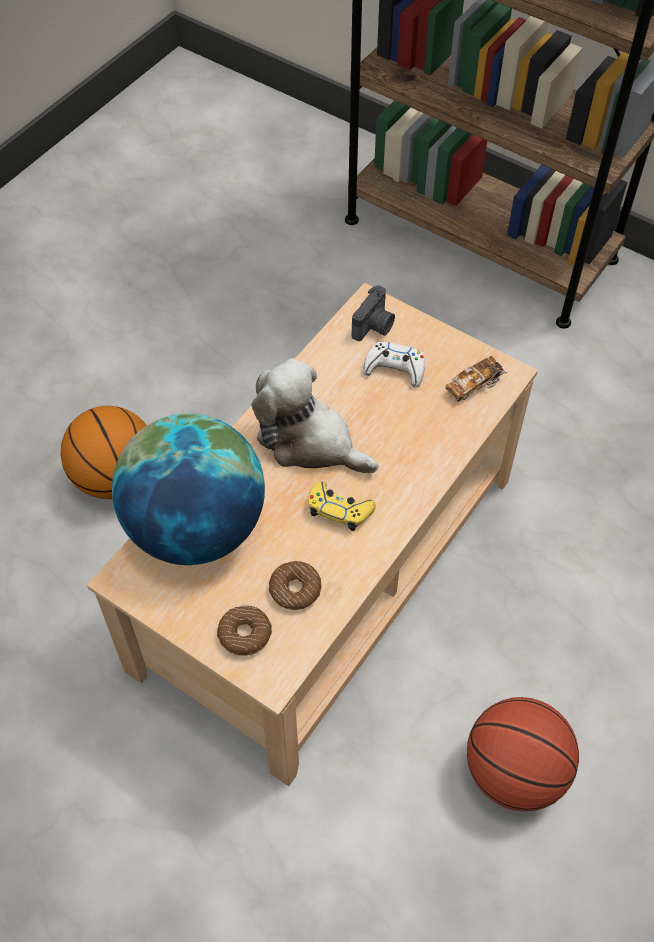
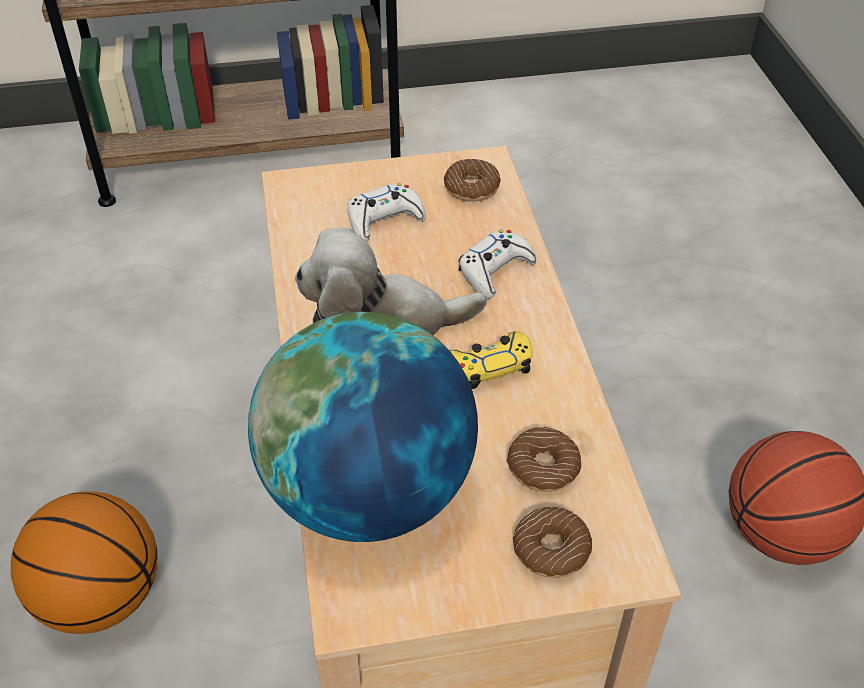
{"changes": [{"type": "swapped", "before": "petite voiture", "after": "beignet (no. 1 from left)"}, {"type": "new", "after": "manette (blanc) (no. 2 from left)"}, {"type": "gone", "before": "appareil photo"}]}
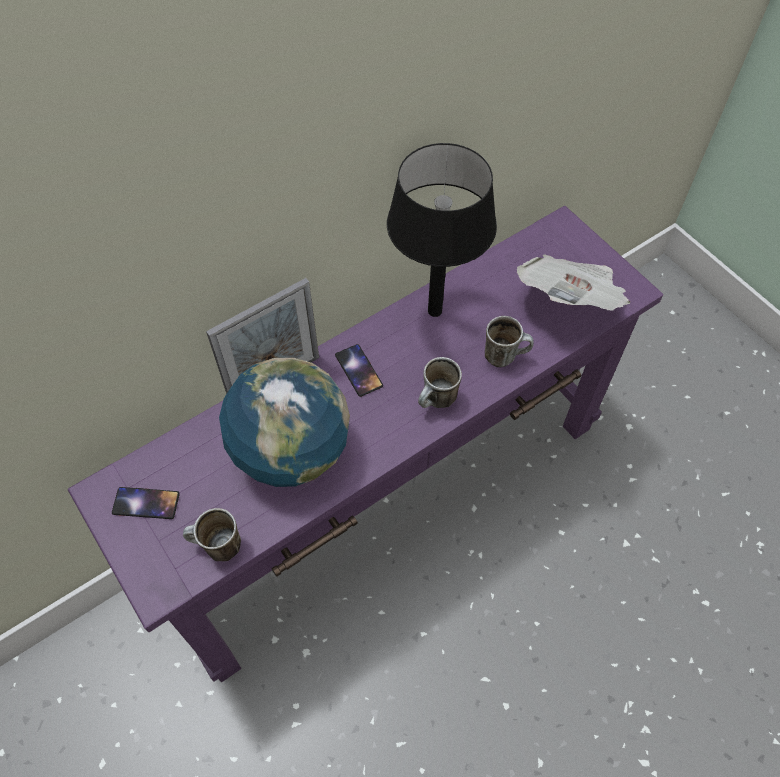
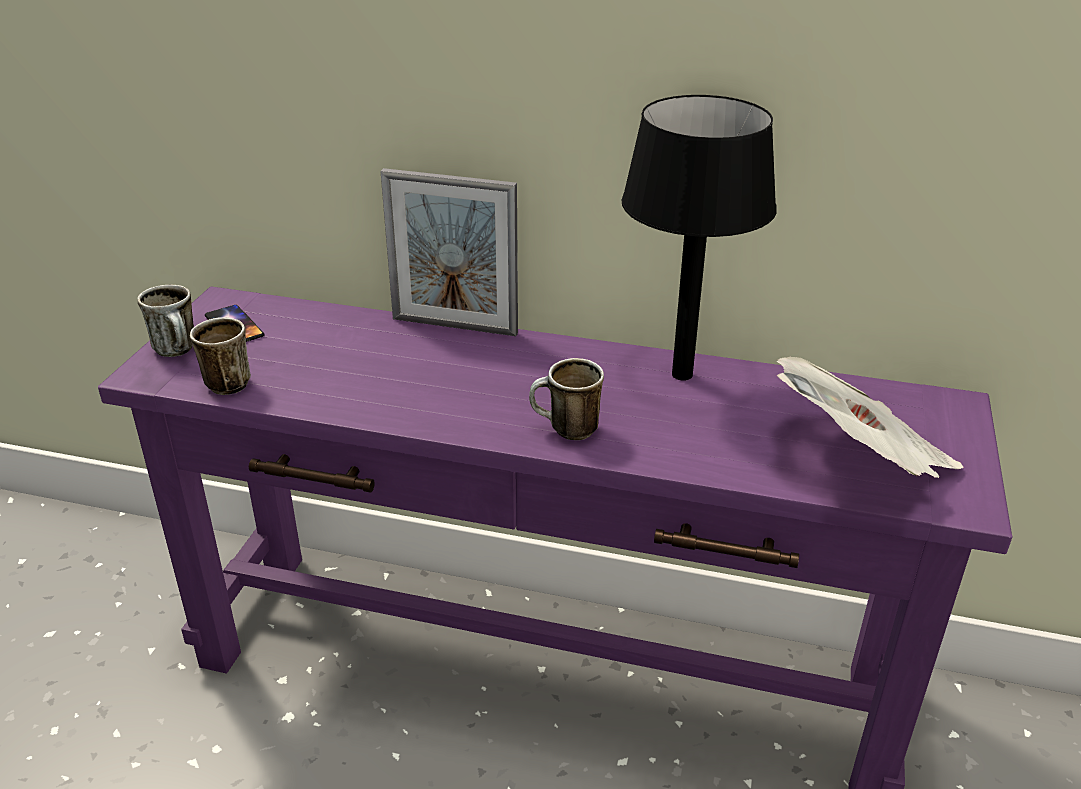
{"changes": [{"type": "shifted", "before": "mug (no. 3 from left in the first image)", "after": "mug (no. 1 from left)"}, {"type": "gone", "before": "globe"}, {"type": "gone", "before": "téléphone (no. 2 from left)"}]}
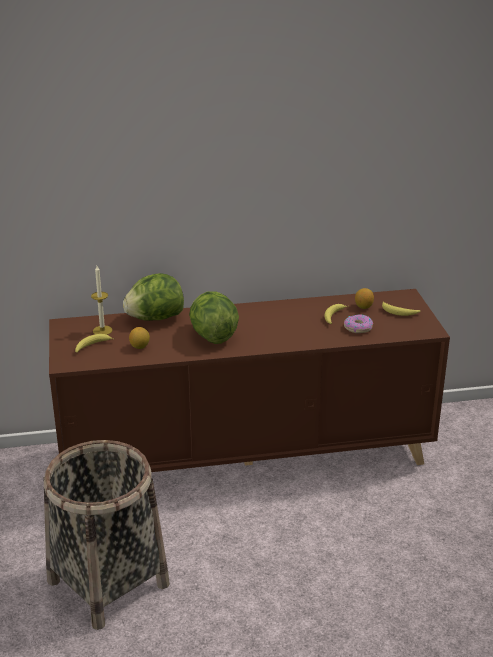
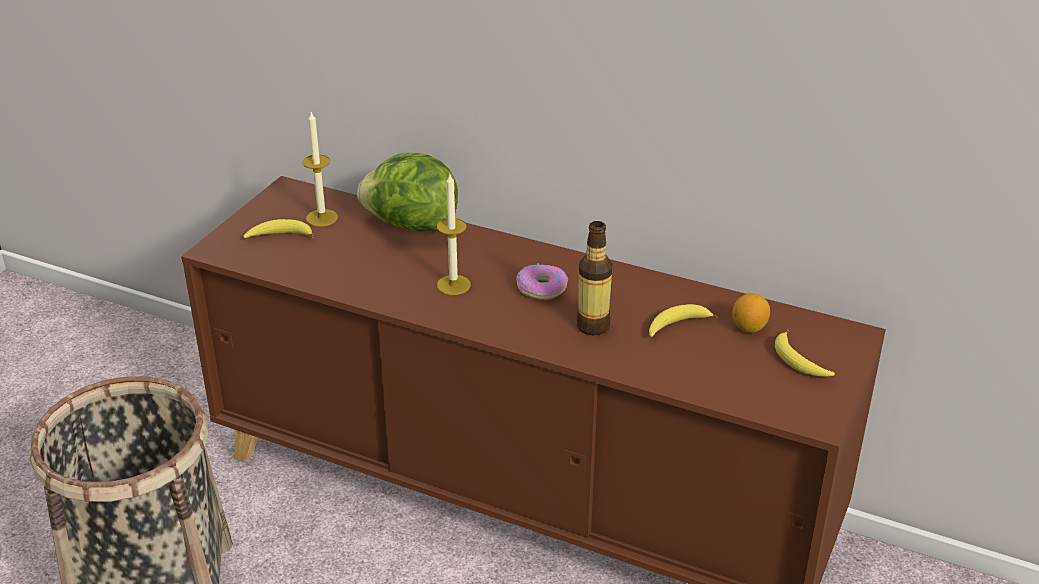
{"changes": [{"type": "swapped", "before": "laitue (no. 2 from left)", "after": "bougie (no. 2 from left)"}, {"type": "shifted", "before": "beignet"}, {"type": "new", "after": "bouteille"}, {"type": "gone", "before": "citron (no. 1 from left)"}]}
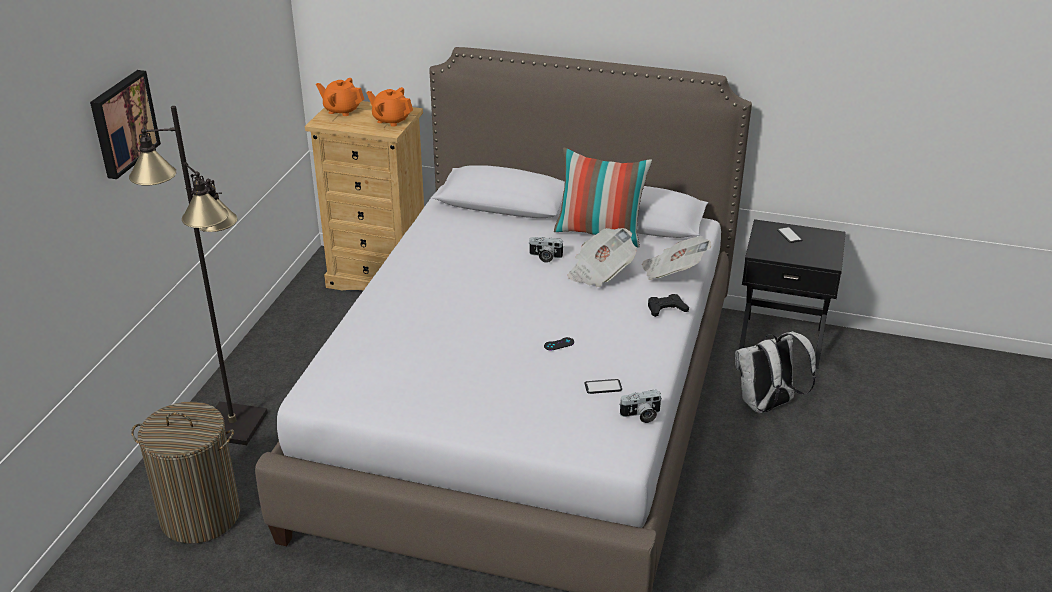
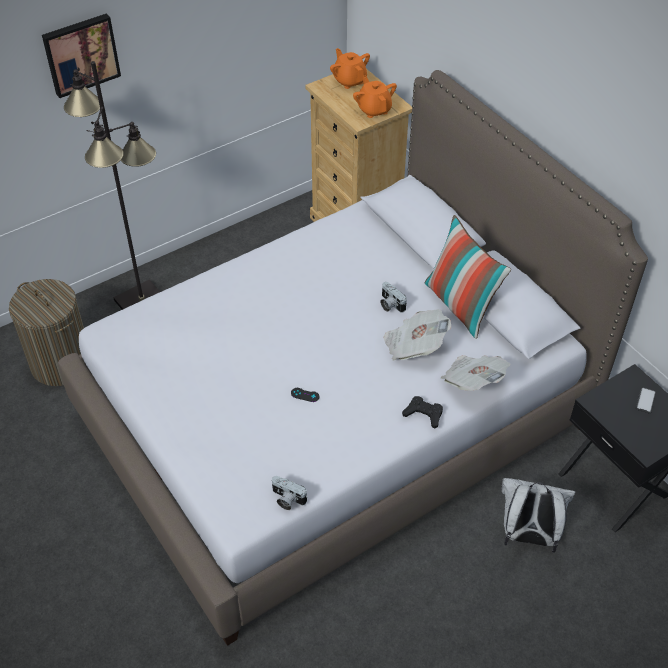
{"changes": [{"type": "gone", "before": "téléphone (no. 1 from left)"}]}
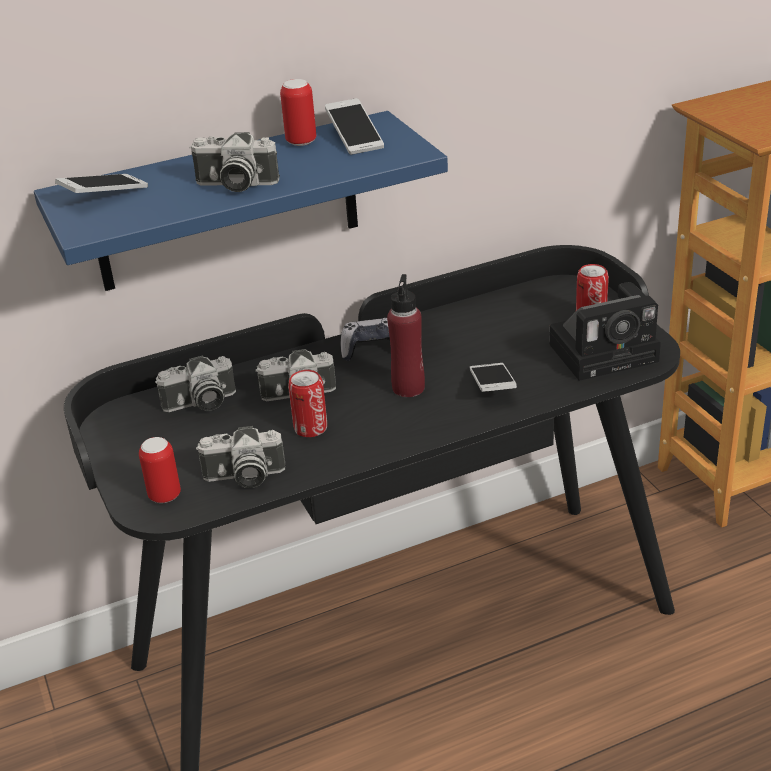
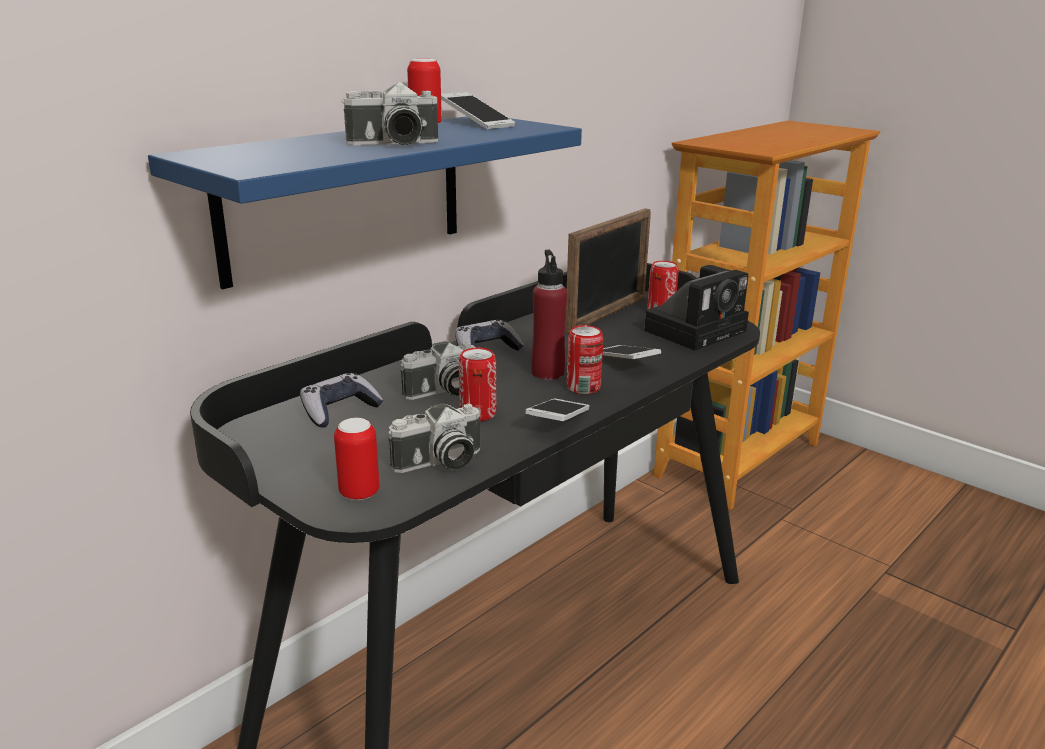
{"changes": [{"type": "swapped", "before": "appareil photo (no. 1 from left)", "after": "manette (no. 1 from left)"}, {"type": "shifted", "before": "téléphone (no. 1 from left in the first image)", "after": "téléphone (no. 2 from left)"}, {"type": "new", "after": "cadre photo"}, {"type": "new", "after": "boîte métallique (no. 4 from left)"}]}
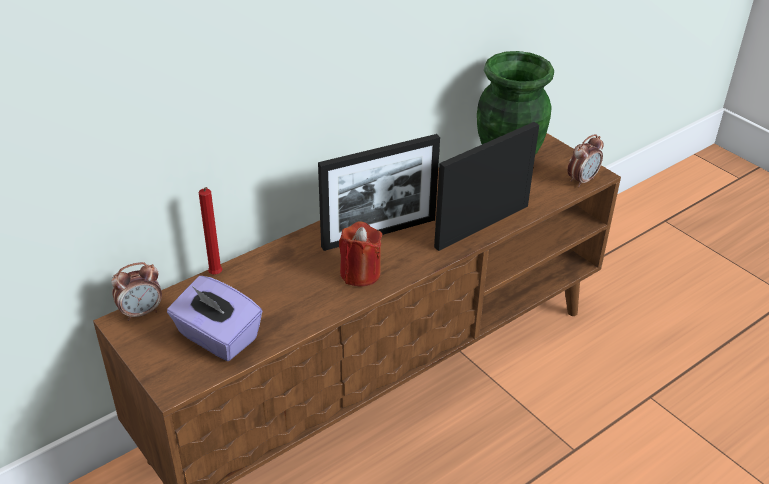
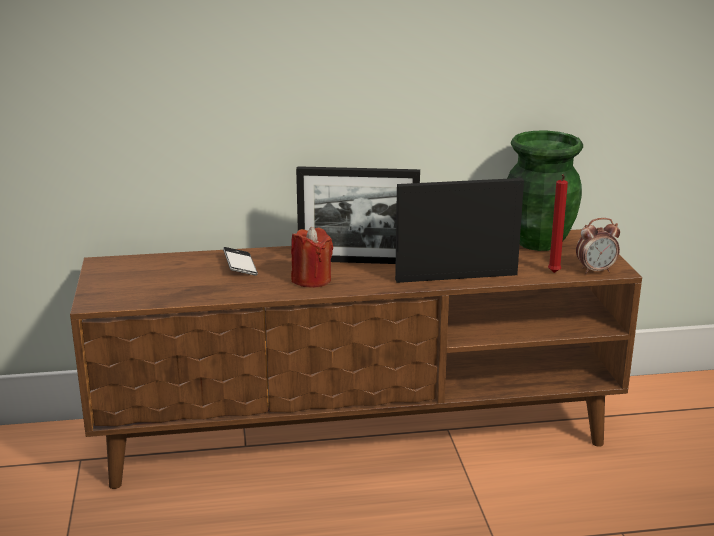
{"changes": [{"type": "new", "after": "téléphone"}, {"type": "shifted", "before": "bougie (rouge) (no. 1 from left in the first image)", "after": "bougie (rouge) (no. 2 from left)"}, {"type": "gone", "before": "réveil (no. 1 from left)"}, {"type": "gone", "before": "boîte à mouchoirs (violet)"}]}
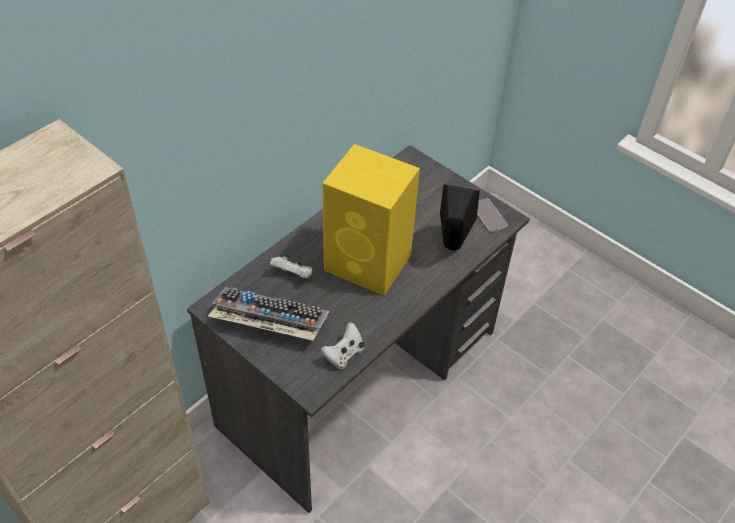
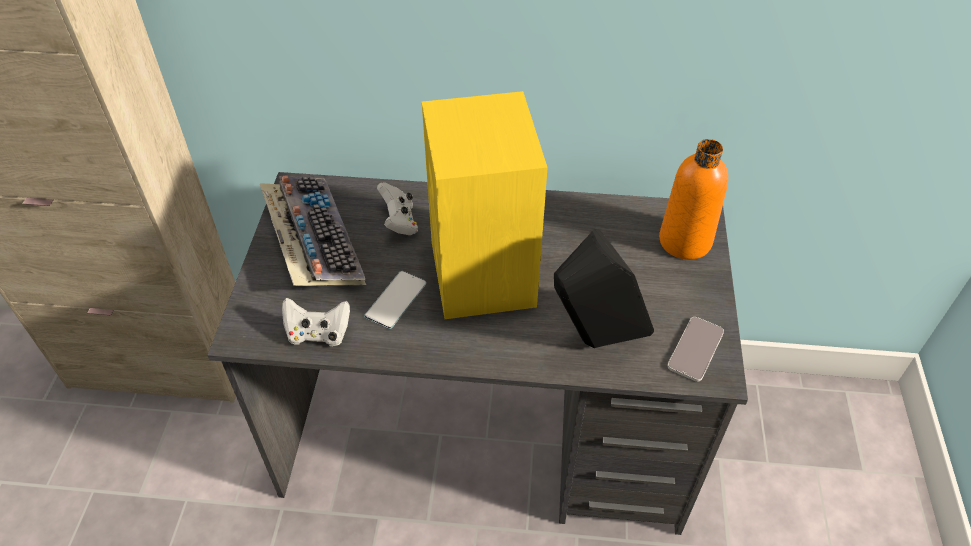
{"changes": [{"type": "new", "after": "téléphone (no. 1 from left)"}, {"type": "new", "after": "bouteille (orange)"}]}
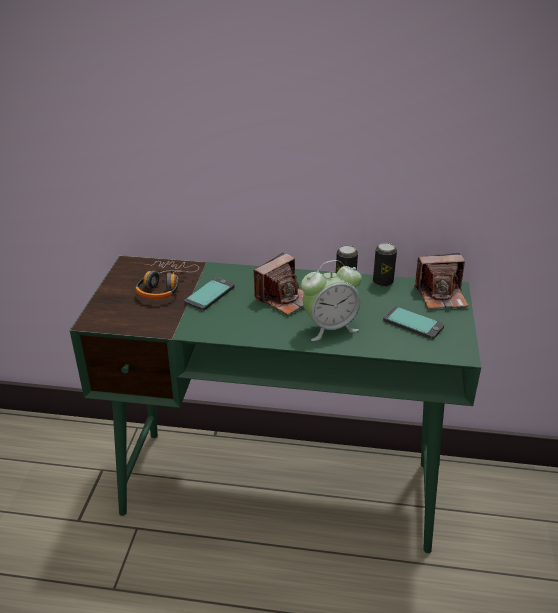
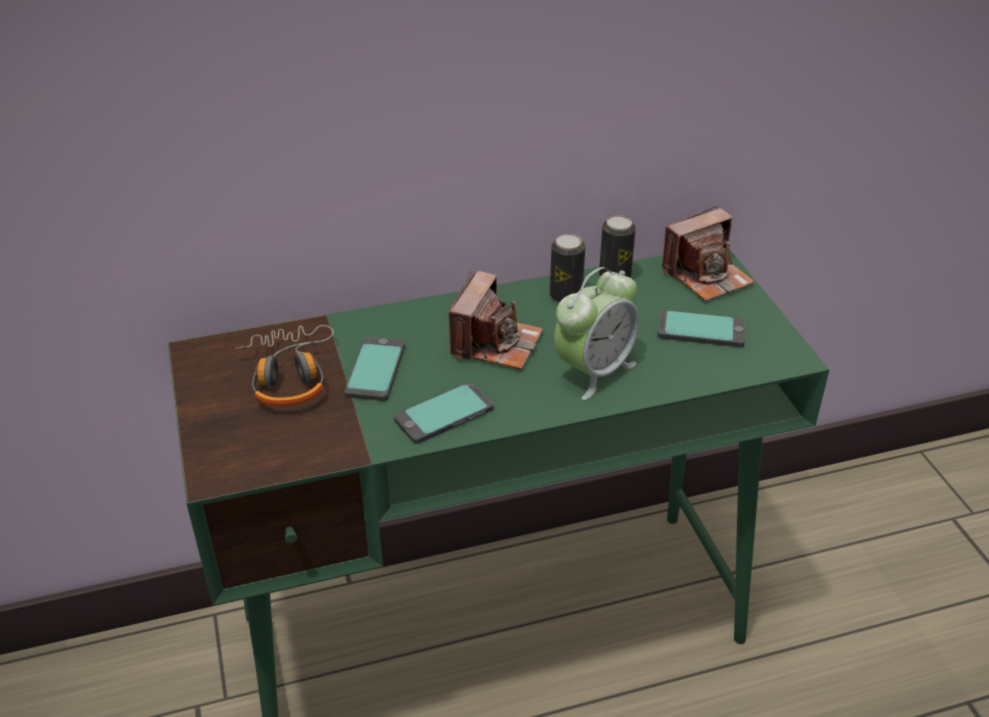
{"changes": [{"type": "new", "after": "téléphone (no. 2 from left)"}]}
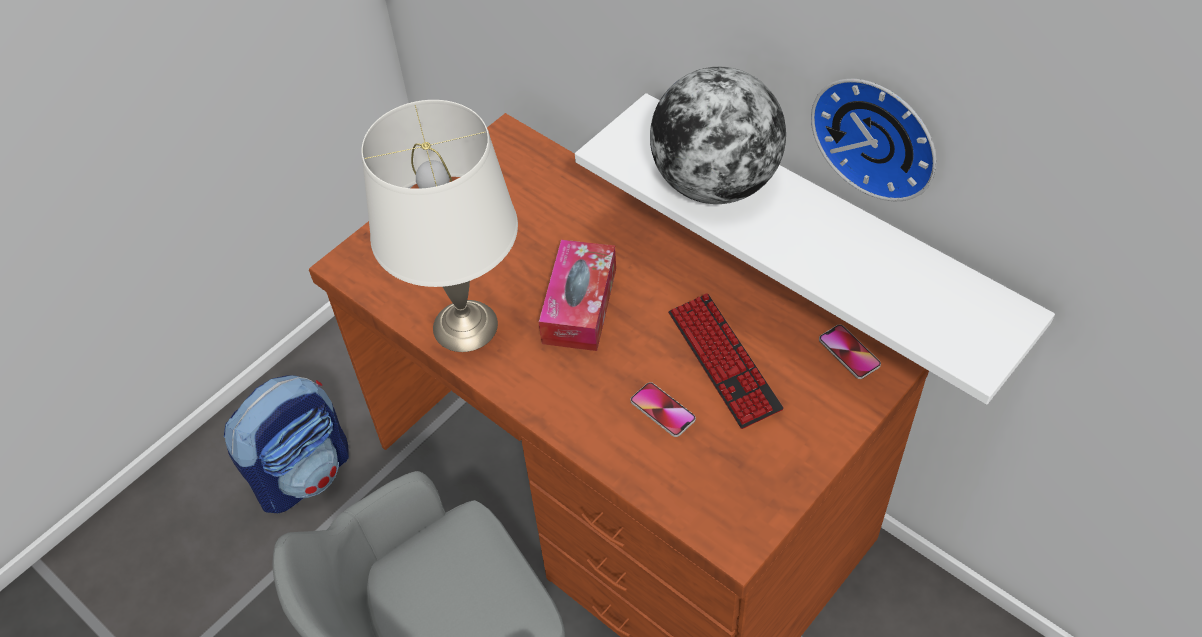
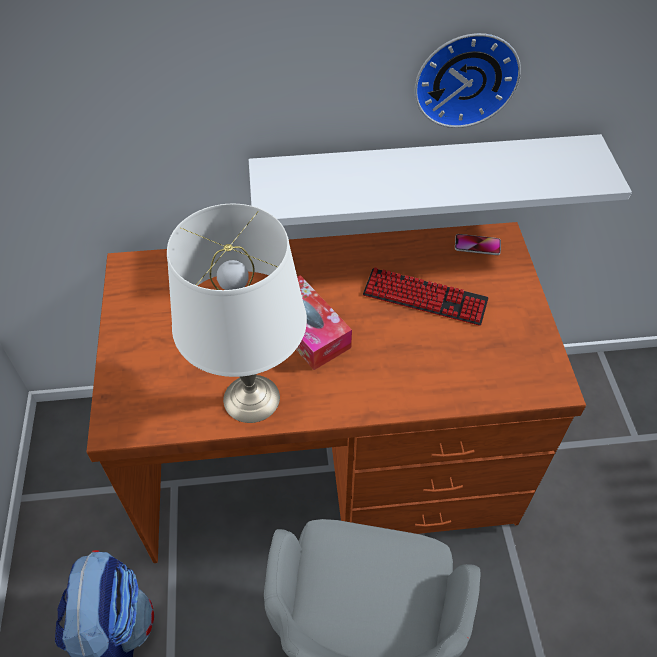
{"changes": [{"type": "gone", "before": "téléphone (no. 1 from left)"}, {"type": "gone", "before": "globe"}]}
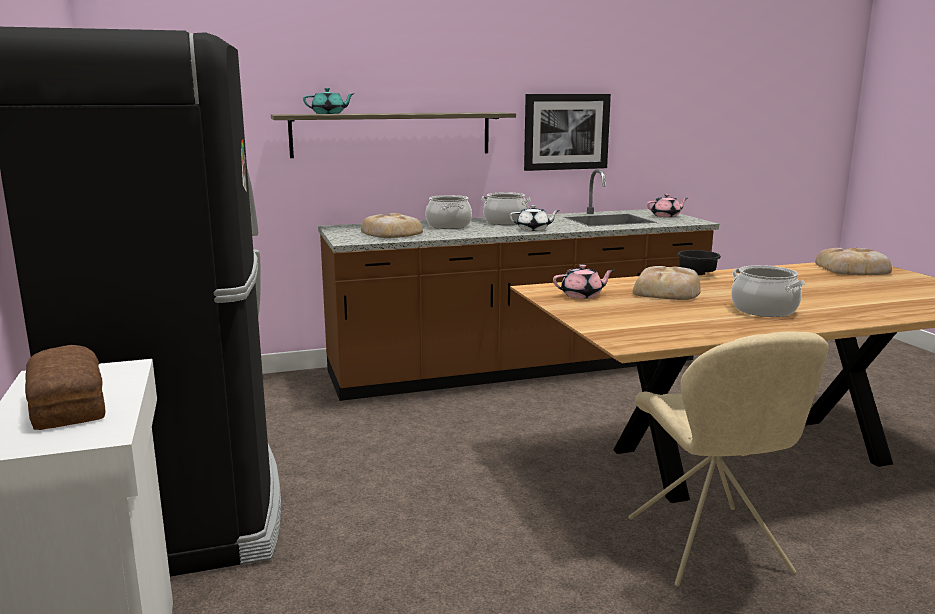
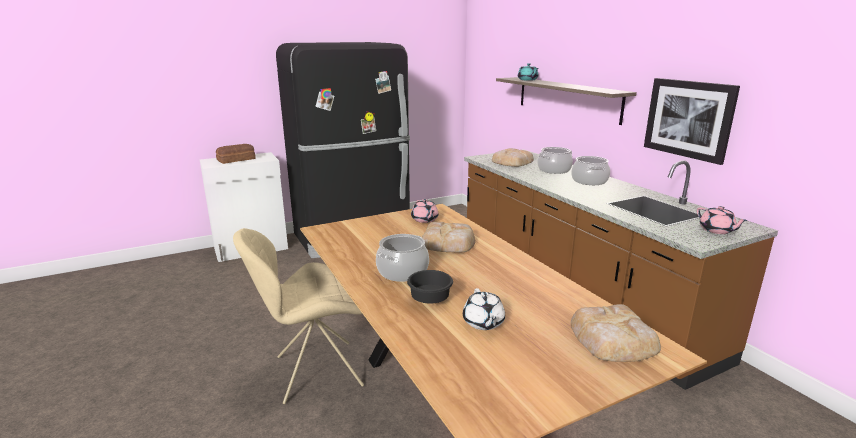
{"changes": [{"type": "shifted", "before": "bol (noir)"}, {"type": "shifted", "before": "théière (blanc)"}]}
